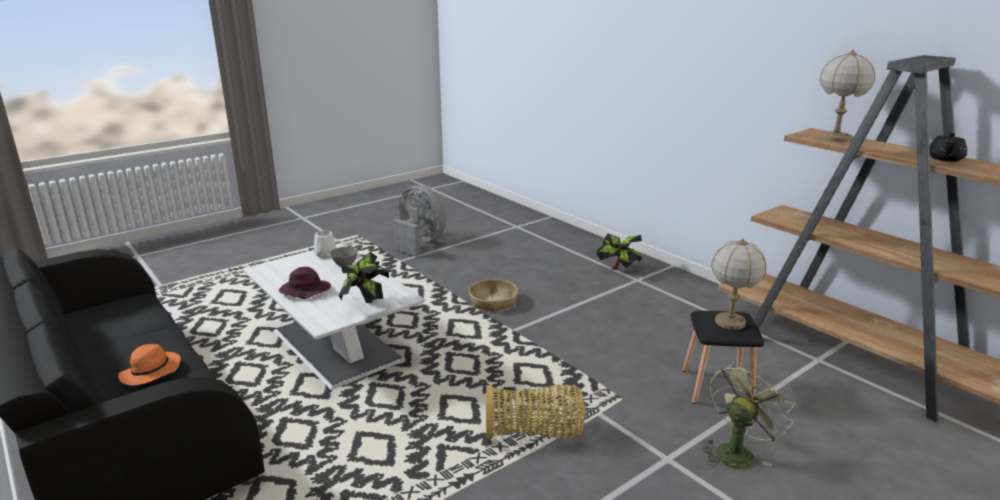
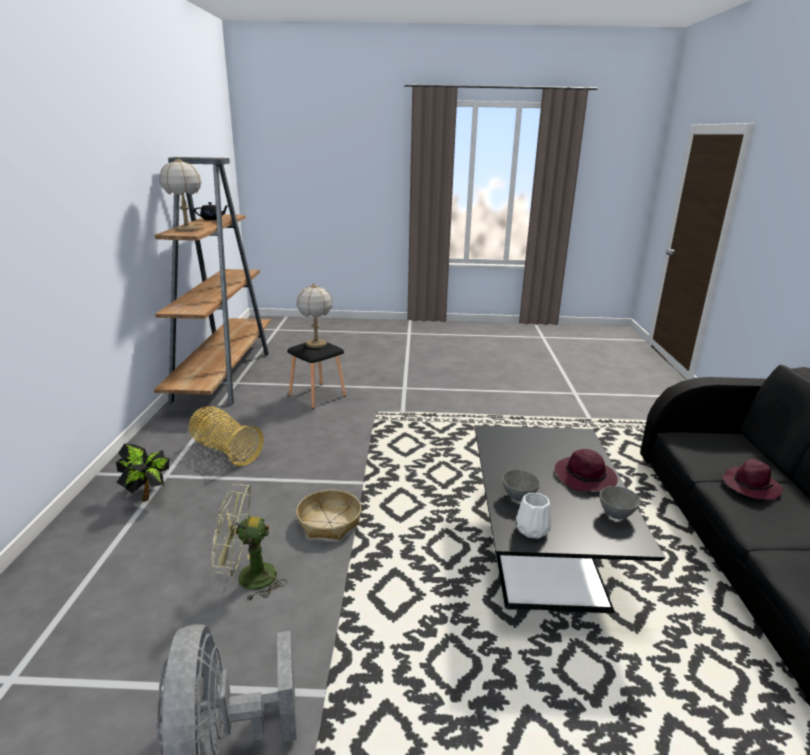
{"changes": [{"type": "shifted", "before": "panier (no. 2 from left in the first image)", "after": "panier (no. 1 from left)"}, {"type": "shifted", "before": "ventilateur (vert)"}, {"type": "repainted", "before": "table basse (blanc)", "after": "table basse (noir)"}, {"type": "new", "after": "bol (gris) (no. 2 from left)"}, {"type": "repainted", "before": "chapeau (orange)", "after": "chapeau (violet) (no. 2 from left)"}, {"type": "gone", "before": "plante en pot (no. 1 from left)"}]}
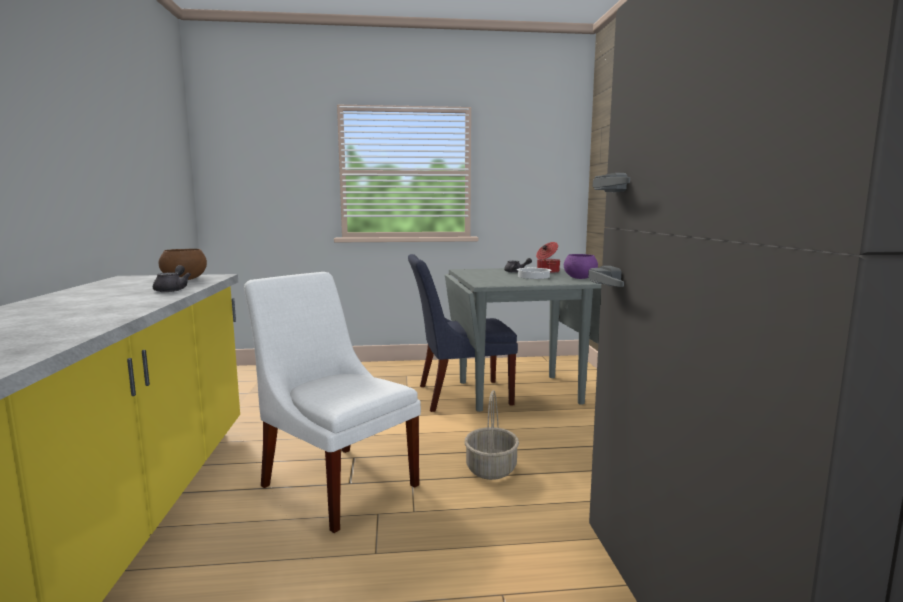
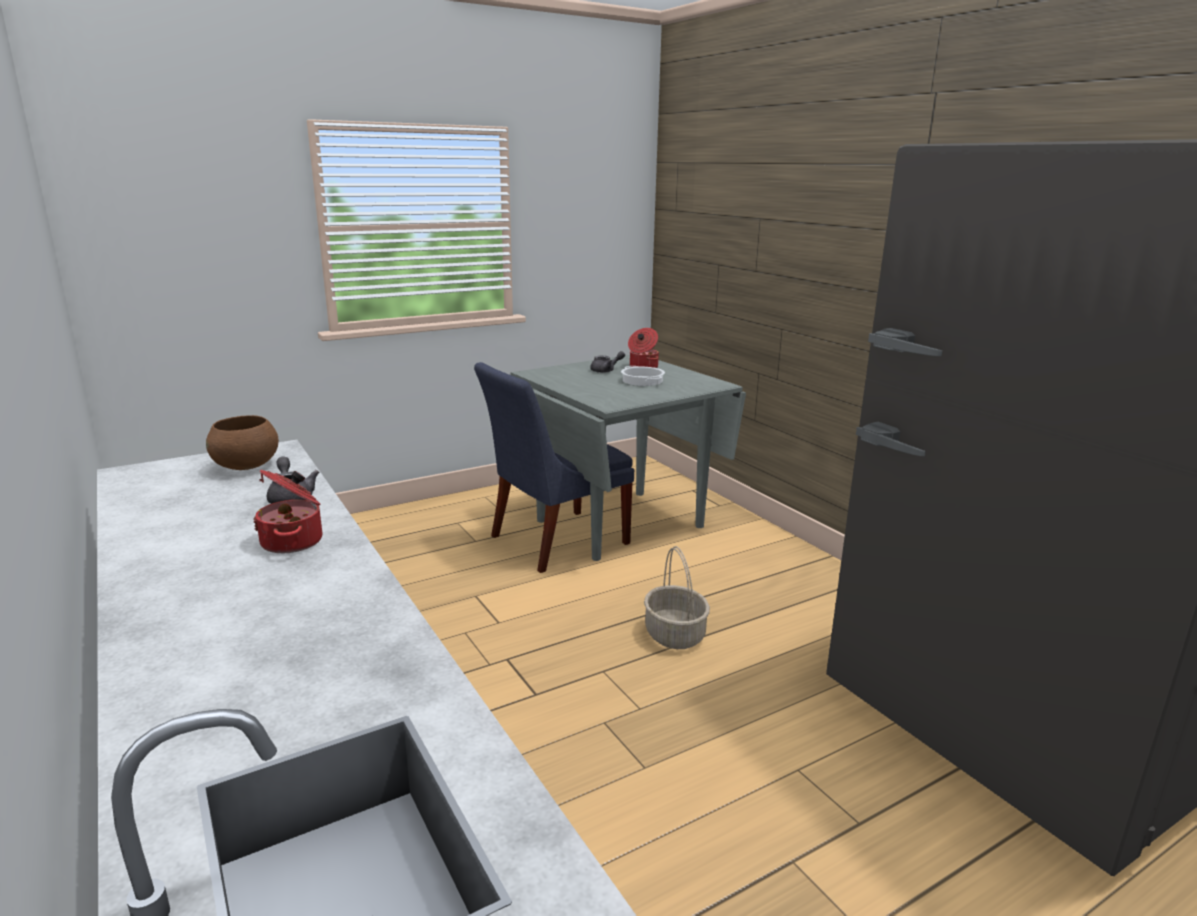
{"changes": [{"type": "new", "after": "marmite (no. 1 from left)"}, {"type": "gone", "before": "chaise (blanc)"}, {"type": "gone", "before": "bol (violet)"}]}
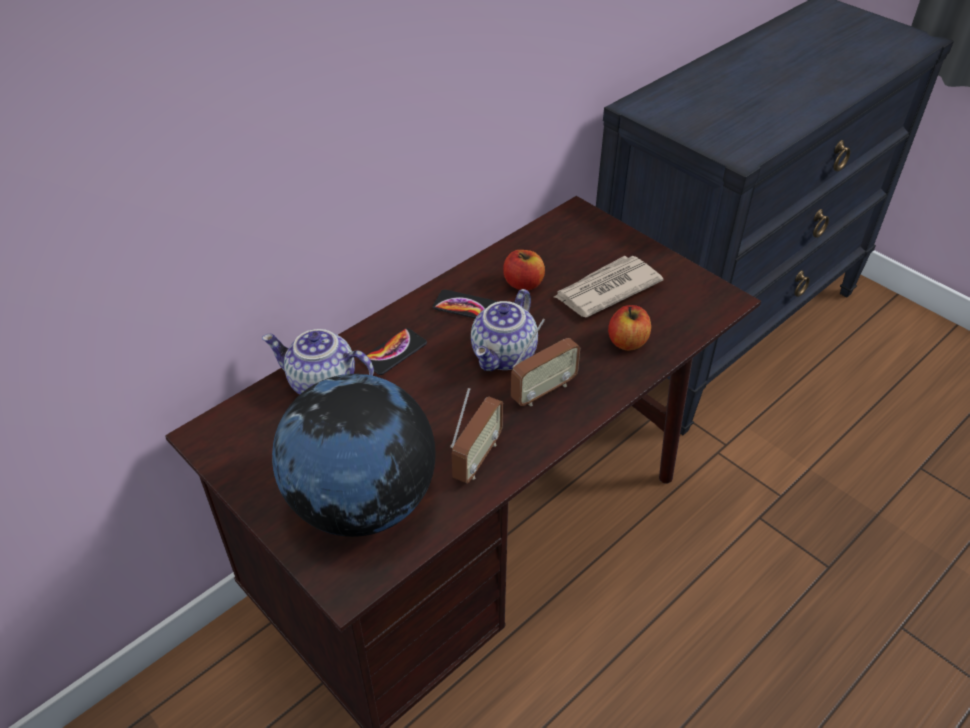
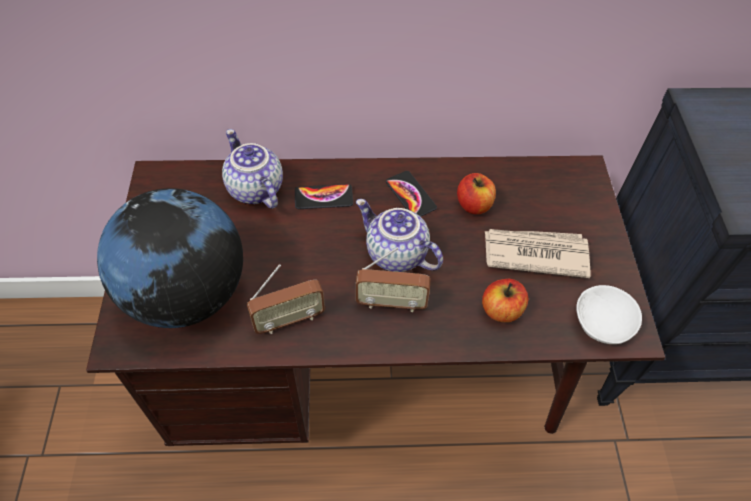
{"changes": [{"type": "rotated", "before": "théière (no. 2 from left)", "turn": 60}, {"type": "new", "after": "bol (blanc)"}]}
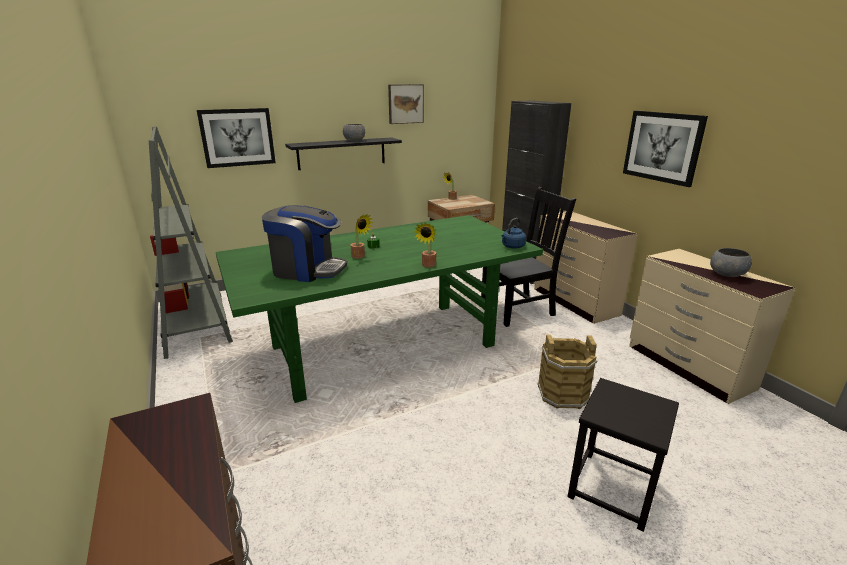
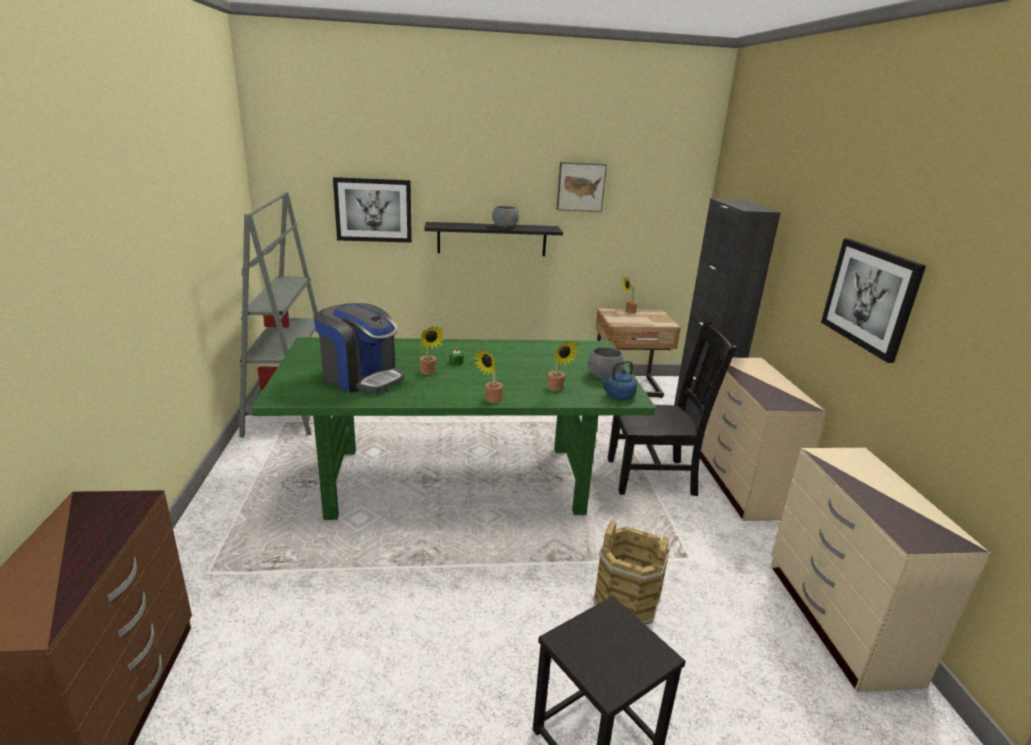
{"changes": [{"type": "new", "after": "plante en pot (no. 3 from left)"}, {"type": "shifted", "before": "bol (gris) (no. 2 from left)"}]}
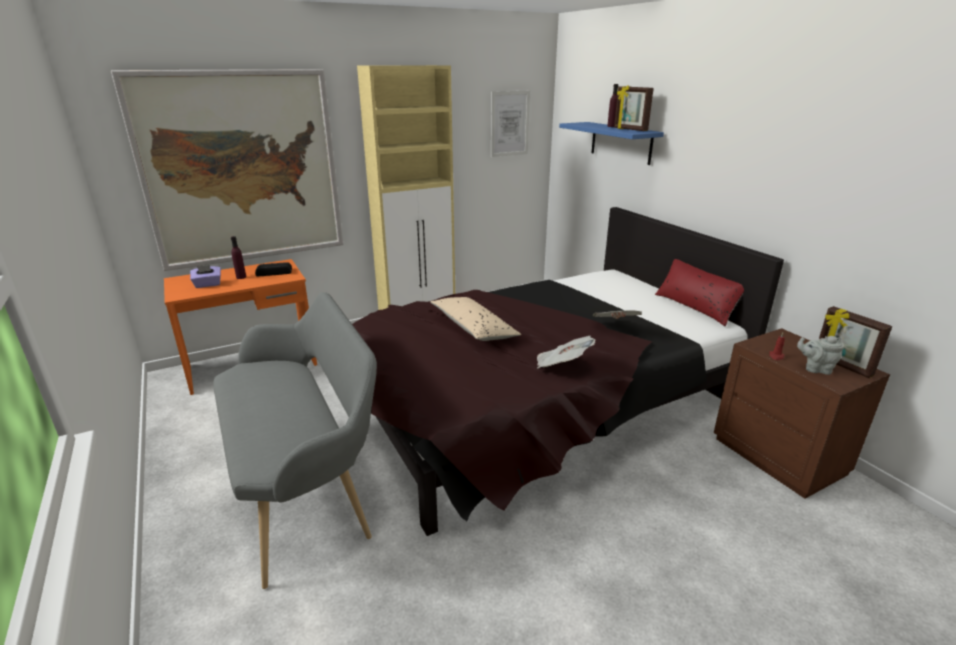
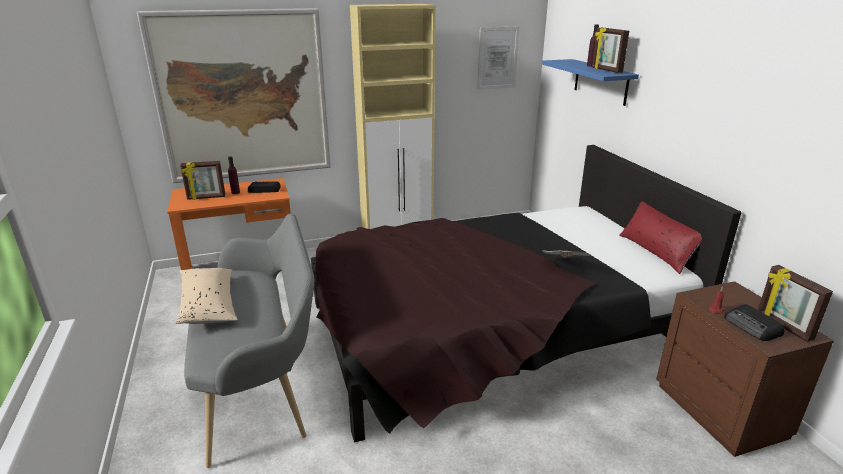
{"changes": [{"type": "shifted", "before": "coussin (beige)"}, {"type": "swapped", "before": "boîte à mouchoirs (violet)", "after": "cadre photo (no. 1 from left)"}, {"type": "swapped", "before": "théière (gris)", "after": "radio (no. 2 from left)"}, {"type": "gone", "before": "journal (no. 1 from left)"}]}
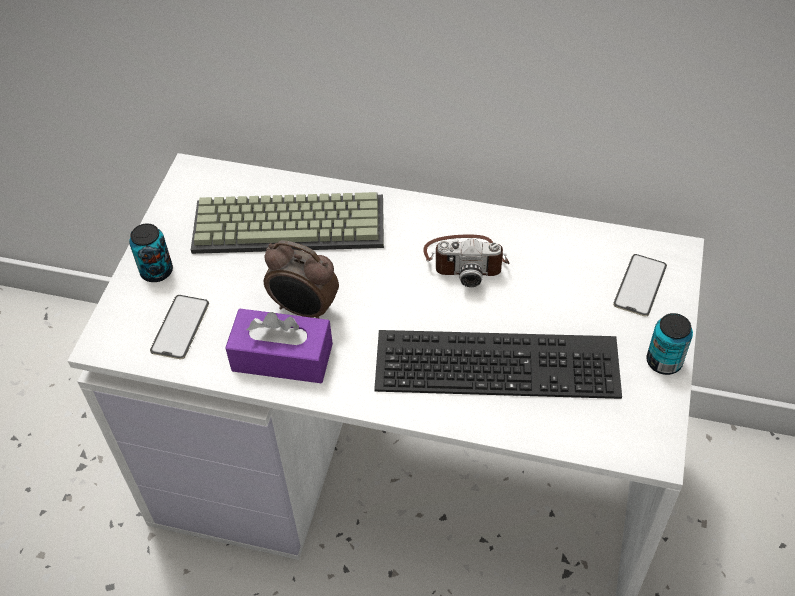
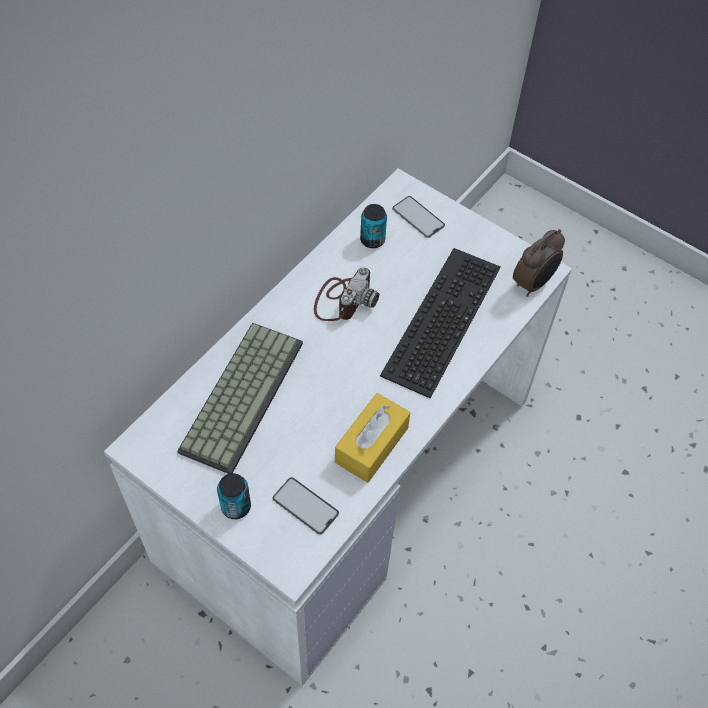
{"changes": [{"type": "repainted", "before": "boîte à mouchoirs (violet)", "after": "boîte à mouchoirs (jaune)"}, {"type": "shifted", "before": "boîte métallique (no. 2 from left)"}, {"type": "shifted", "before": "réveil"}]}
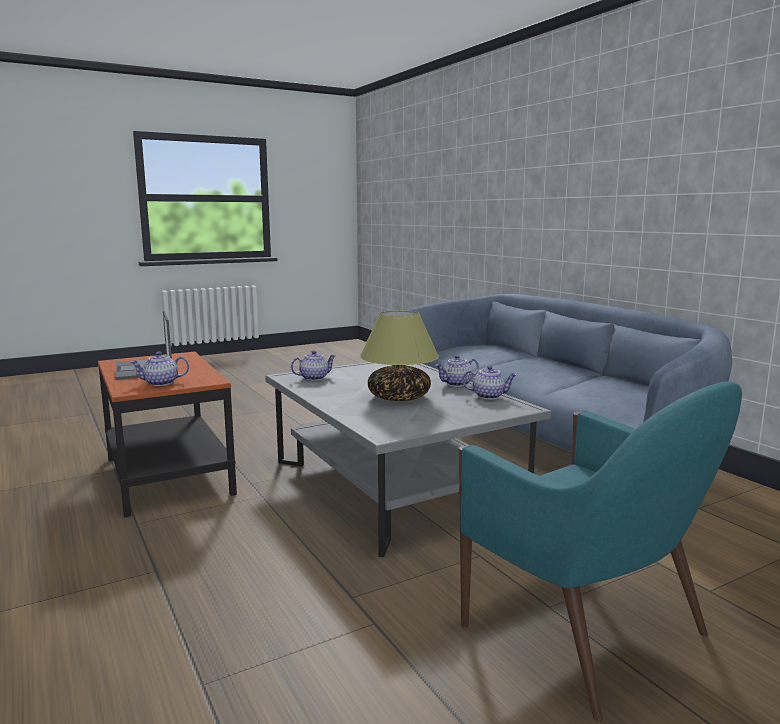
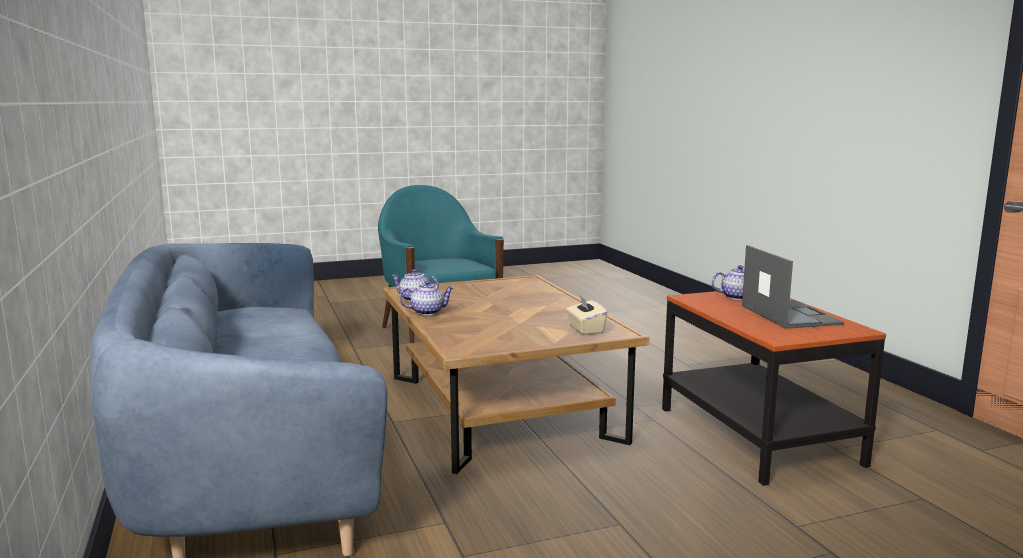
{"changes": [{"type": "repainted", "before": "table basse (gris)", "after": "table basse (marron)"}, {"type": "swapped", "before": "théière (no. 2 from left)", "after": "boîte à mouchoirs (beige)"}, {"type": "gone", "before": "lampe de table"}]}
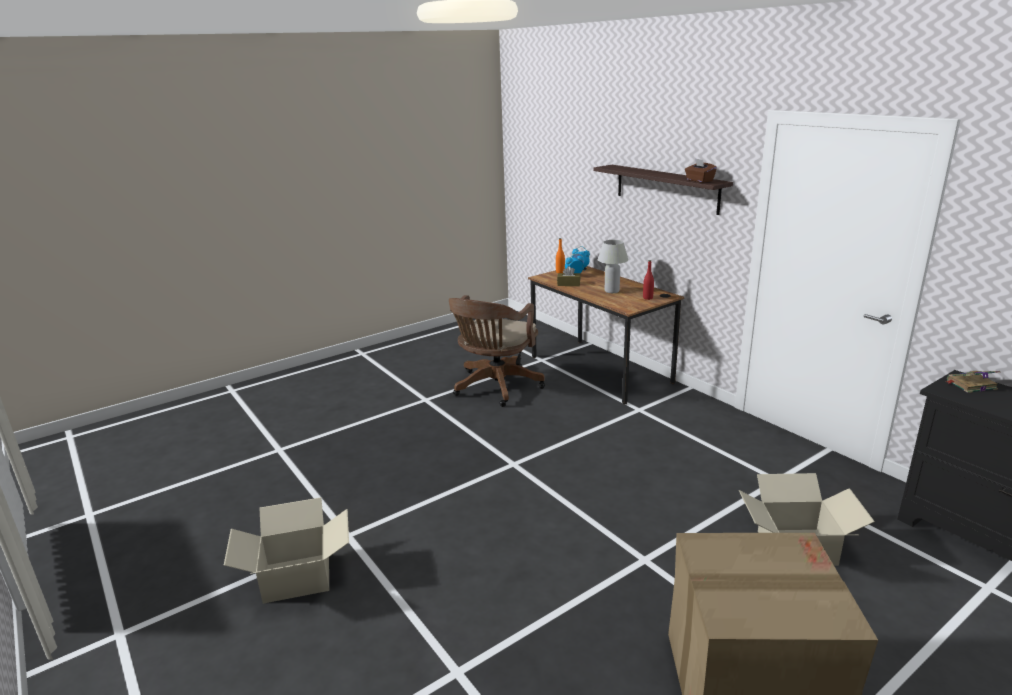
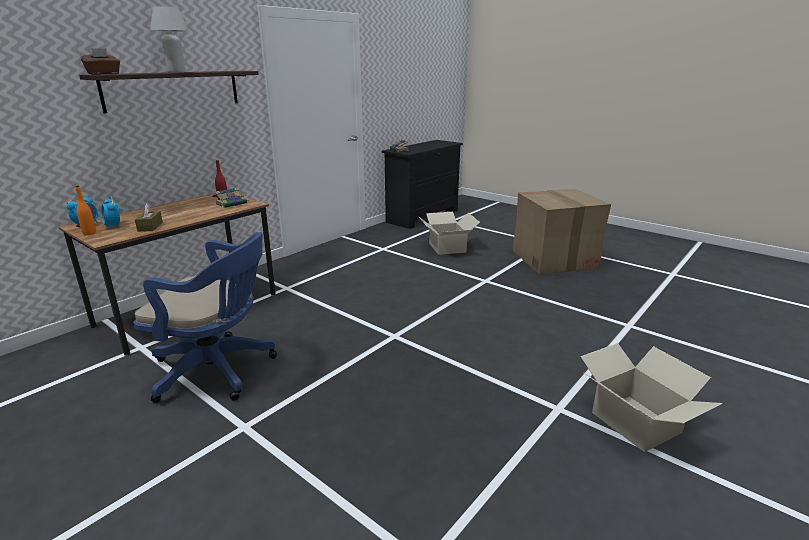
{"changes": [{"type": "shifted", "before": "boîte à mouchoirs (marron) (no. 2 from left in the first image)", "after": "boîte à mouchoirs (marron) (no. 1 from left)"}, {"type": "repainted", "before": "chaise de bureau (marron)", "after": "chaise de bureau (bleu)"}, {"type": "shifted", "before": "lampe de table (blanc)"}, {"type": "new", "after": "livre (no. 1 from left)"}]}
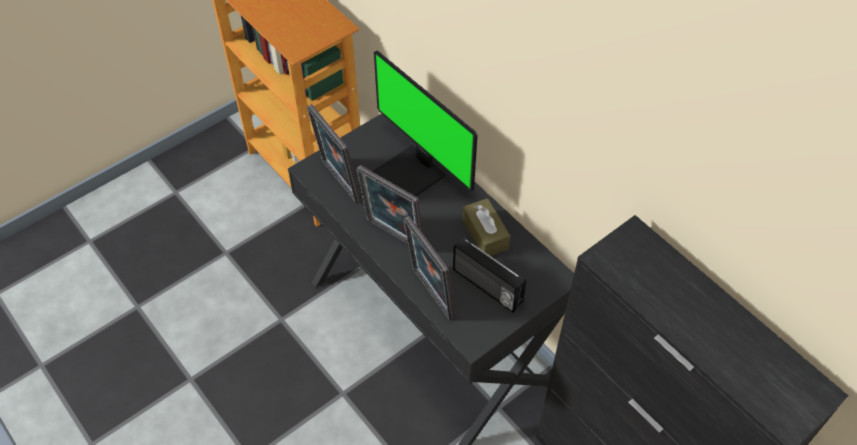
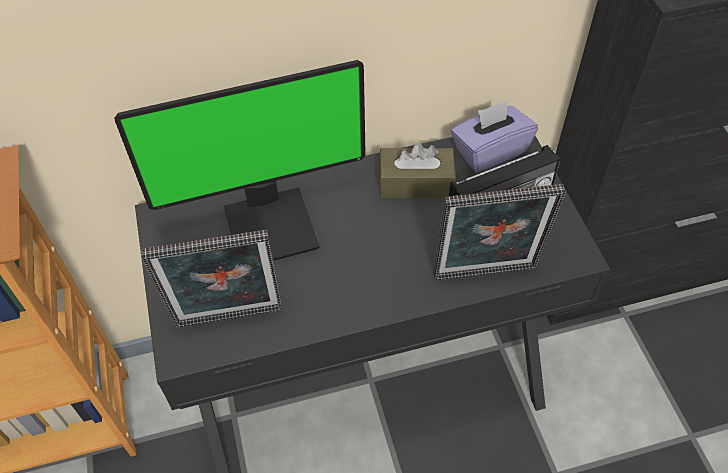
{"changes": [{"type": "new", "after": "boîte à mouchoirs (violet)"}, {"type": "gone", "before": "cadre photo (no. 2 from left)"}]}
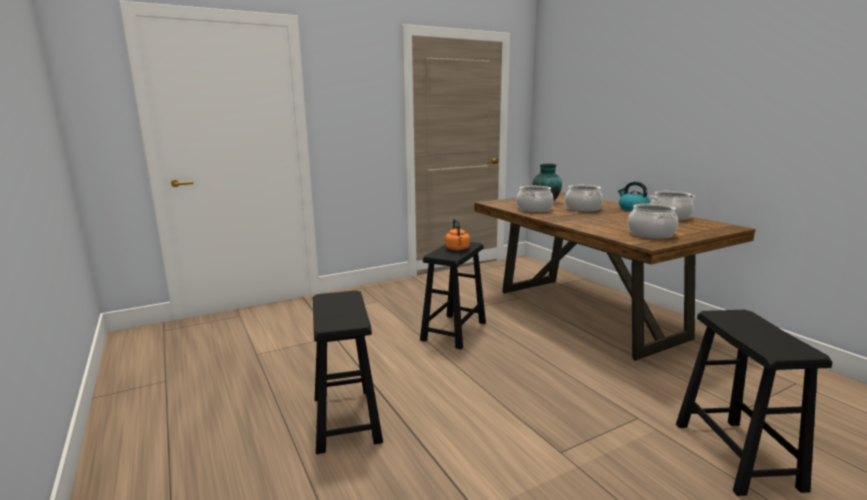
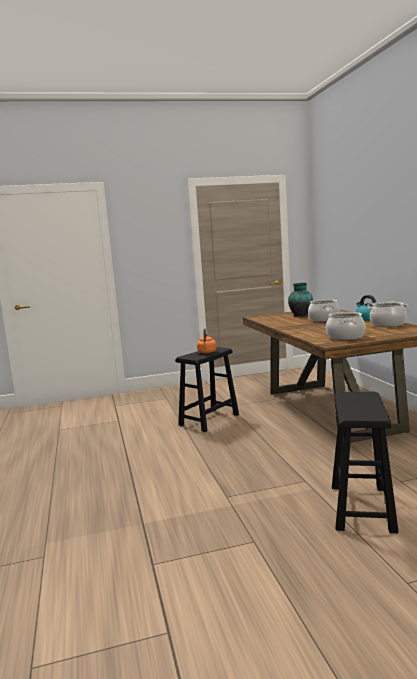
{"changes": [{"type": "gone", "before": "tabouret (noir) (no. 1 from left)"}, {"type": "gone", "before": "marmite (no. 1 from left)"}]}
